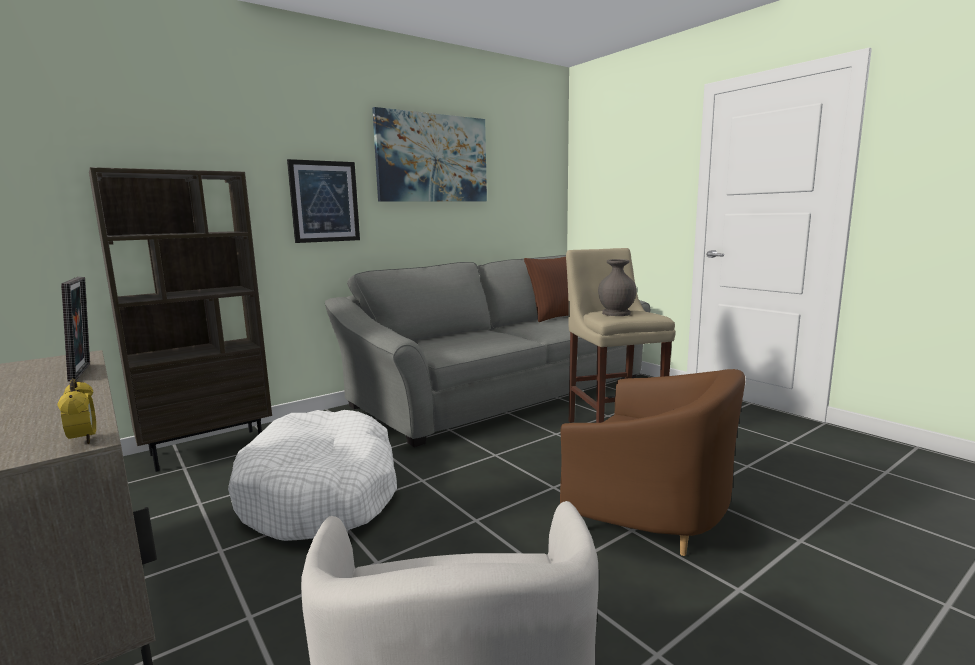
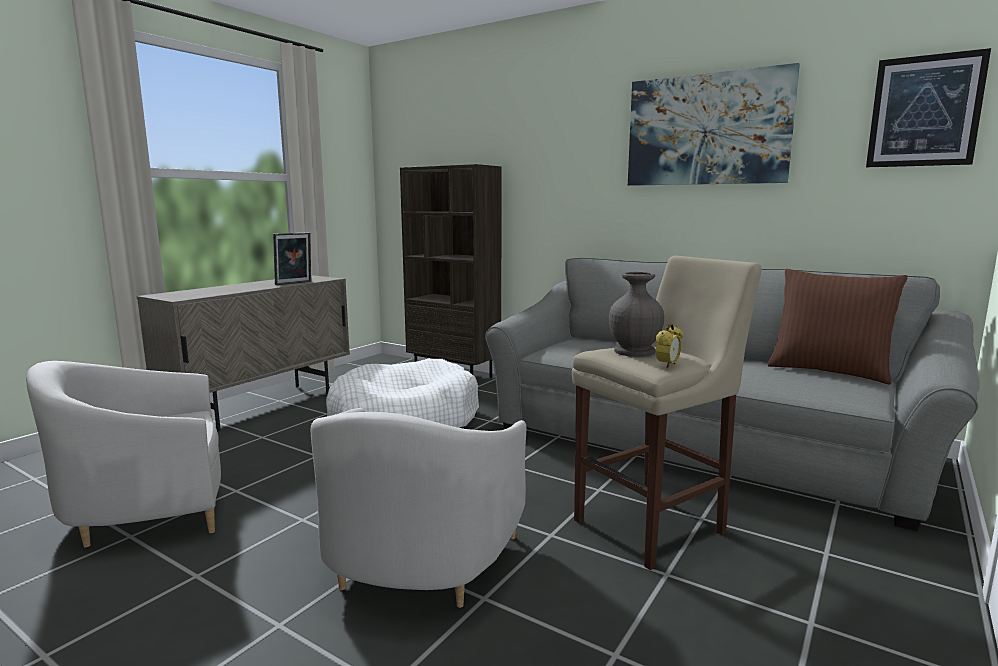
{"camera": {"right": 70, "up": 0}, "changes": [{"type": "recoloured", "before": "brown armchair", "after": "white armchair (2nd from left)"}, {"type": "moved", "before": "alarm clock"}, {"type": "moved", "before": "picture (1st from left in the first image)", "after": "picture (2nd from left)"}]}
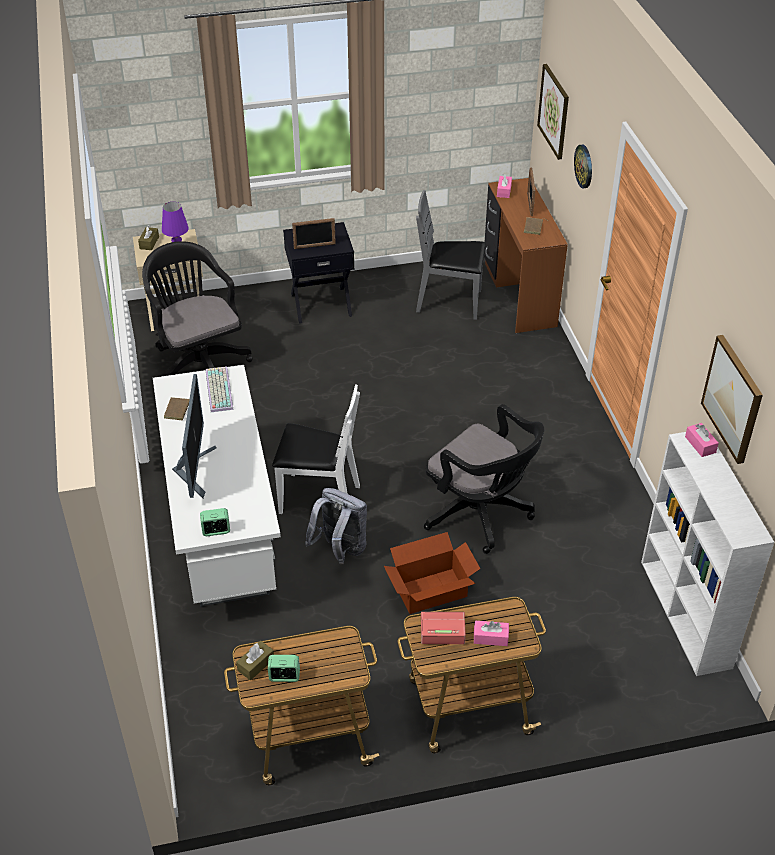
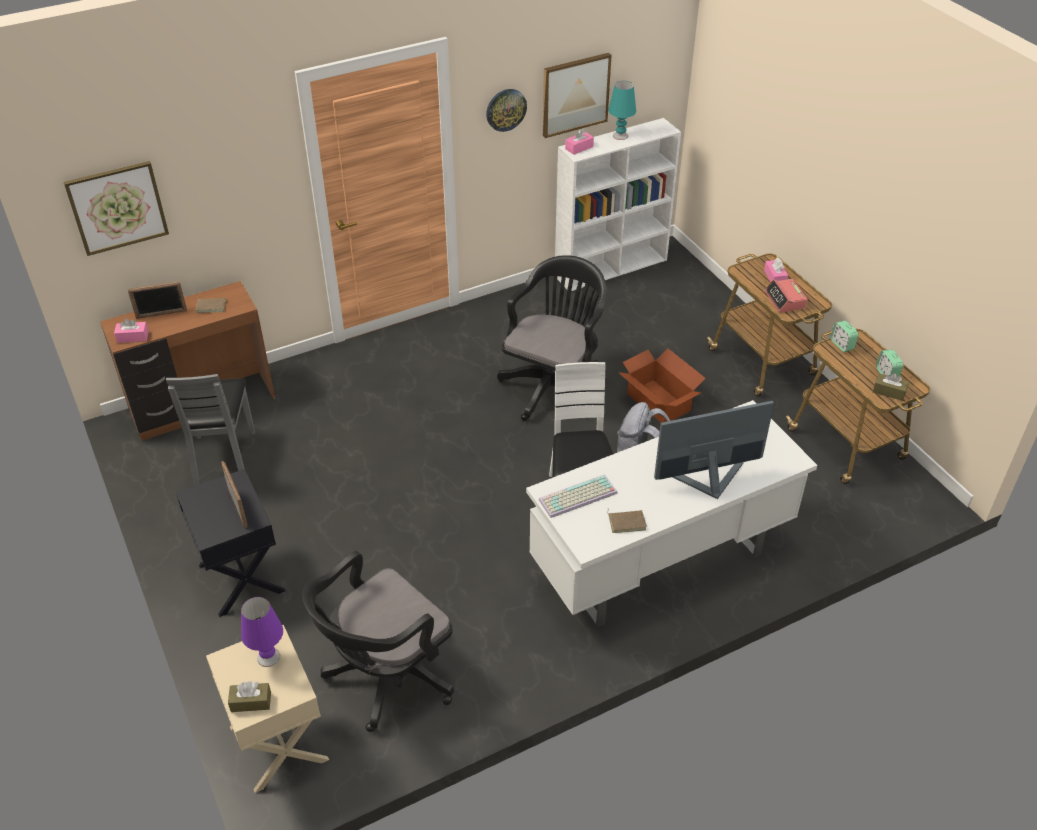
{"camera": {"right": -105, "up": 0}, "changes": [{"type": "moved", "before": "wall clock"}, {"type": "added", "after": "turquoise table lamp"}, {"type": "moved", "before": "alarm clock (1st from left in the first image)", "after": "alarm clock (2nd from left)"}]}
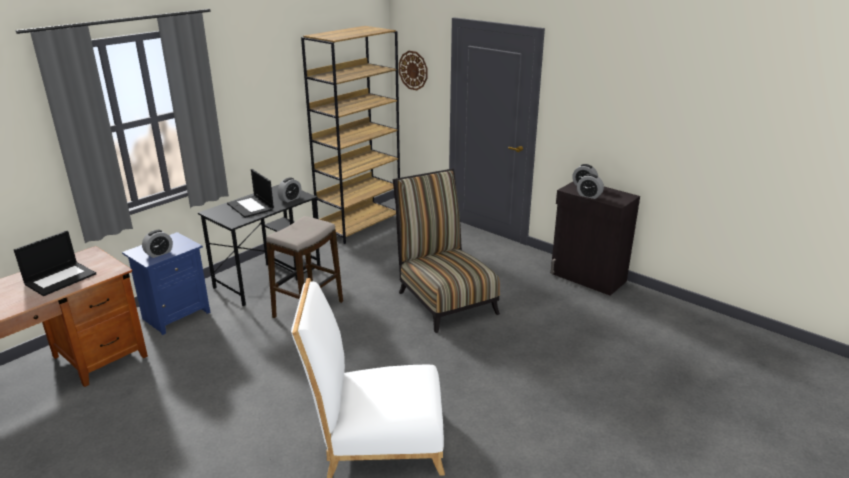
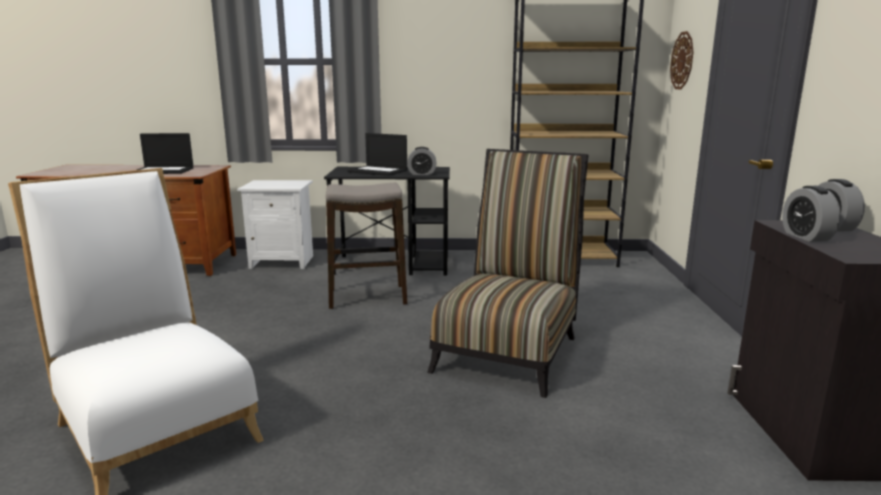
{"camera": {"right": 50, "up": -10}, "changes": [{"type": "recoloured", "before": "blue nightstand", "after": "white nightstand"}, {"type": "turned", "before": "laptop (2nd from left)", "turn": -75}, {"type": "removed", "before": "alarm clock (1st from left)"}]}
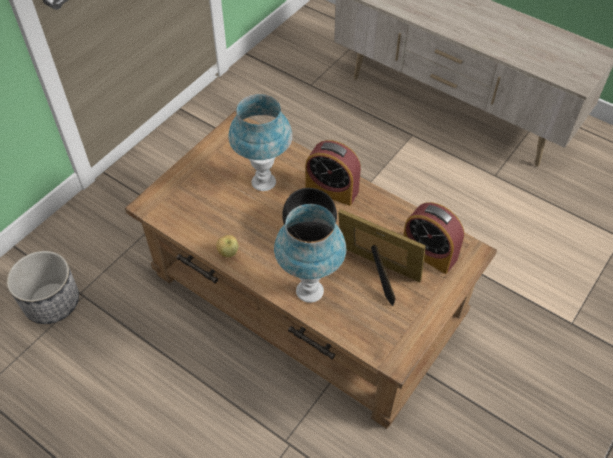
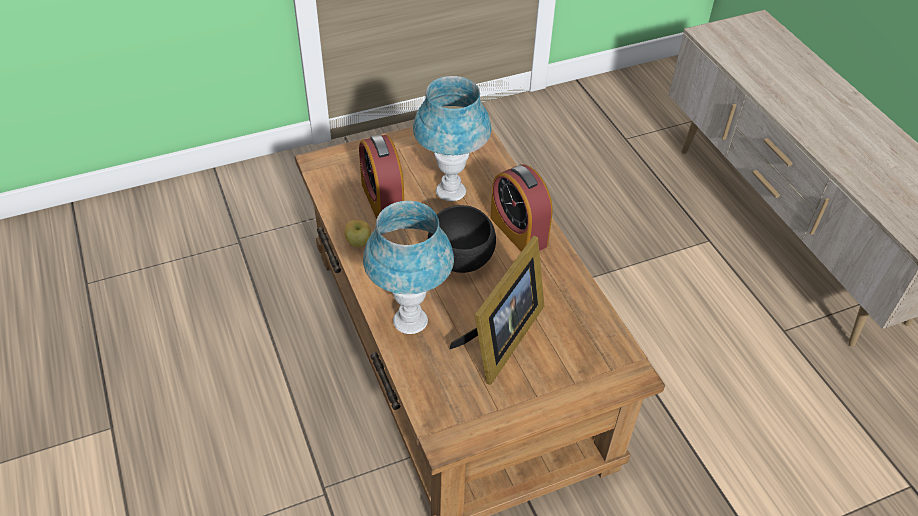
{"camera": {"right": 30, "up": -5}, "changes": [{"type": "moved", "before": "alarm clock (2nd from left in the first image)", "after": "alarm clock (1st from left)"}, {"type": "turned", "before": "picture frame", "turn": 60}, {"type": "removed", "before": "planter"}]}
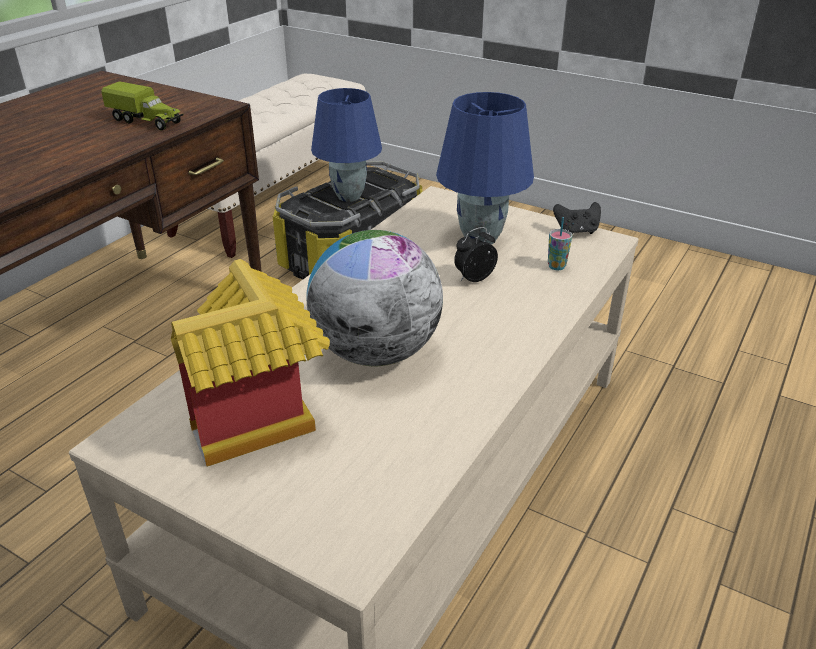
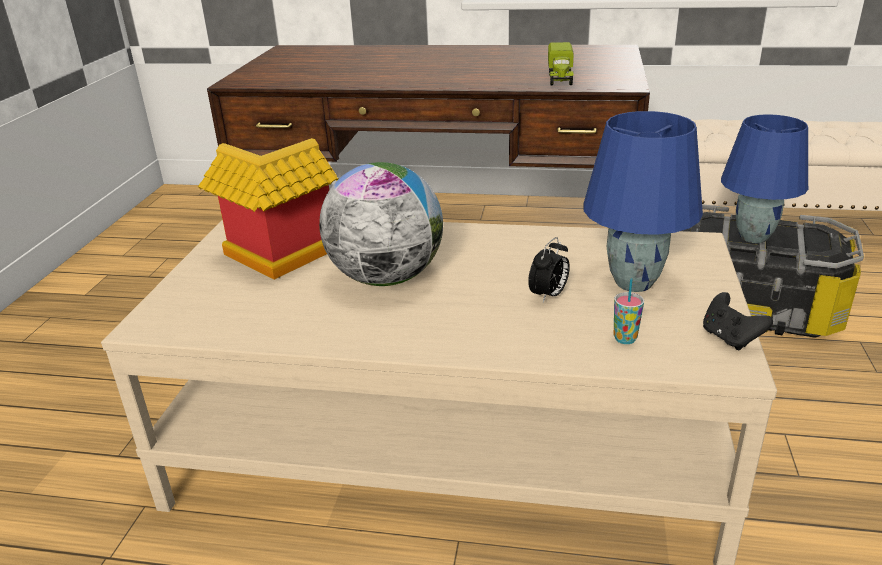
{"camera": {"right": 70, "up": -5}, "changes": [{"type": "turned", "before": "alarm clock", "turn": 90}]}
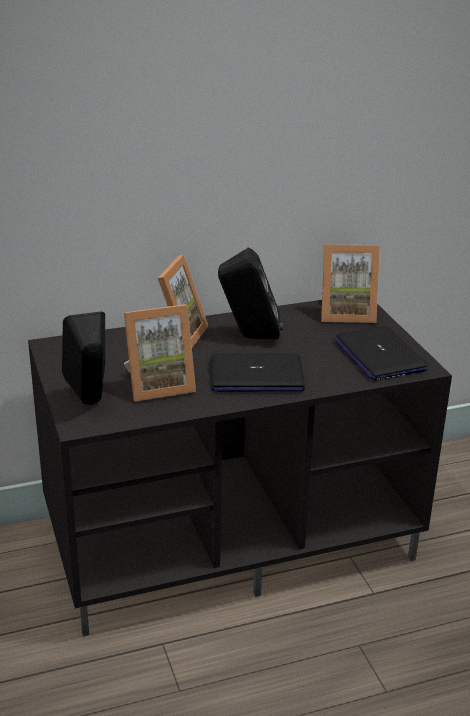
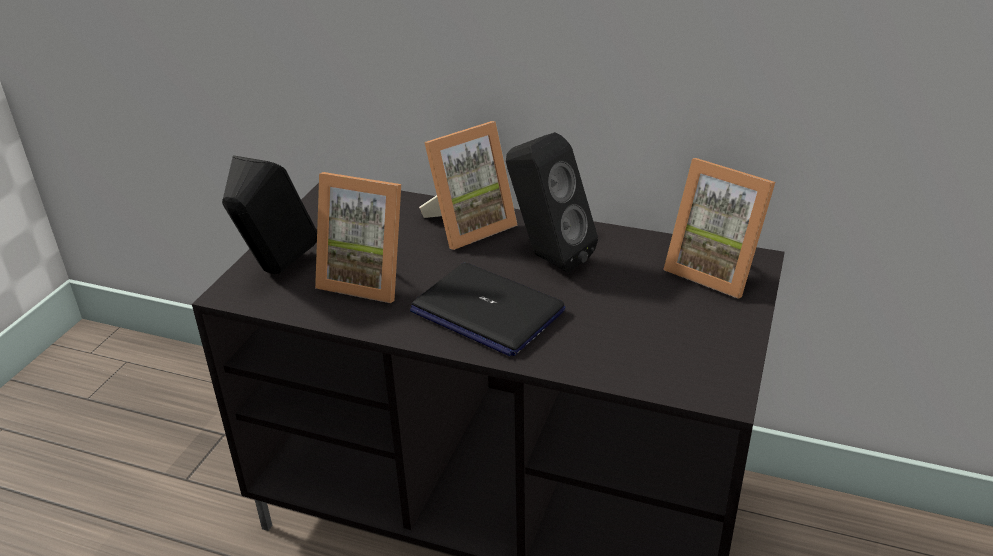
{"camera": {"right": 40, "up": 5}, "changes": [{"type": "removed", "before": "laptop (2nd from left)"}]}
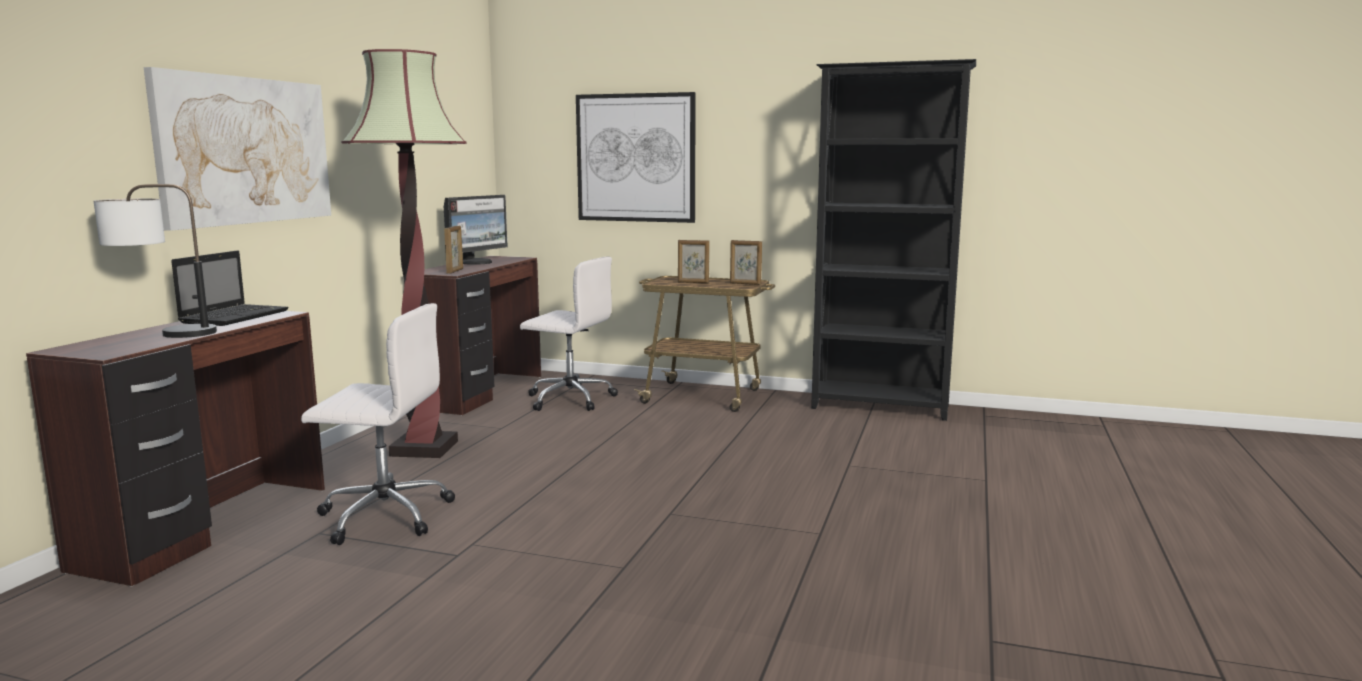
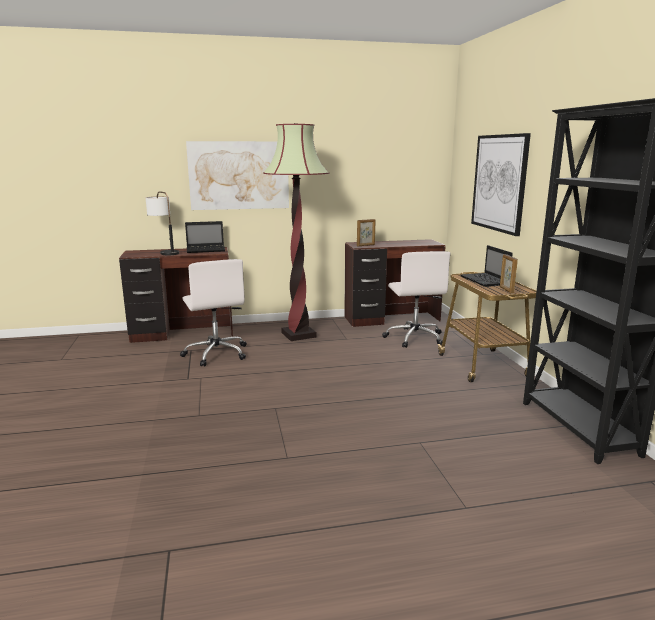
{"camera": {"right": 60, "up": 5}, "changes": [{"type": "replaced", "before": "picture frame (2nd from left)", "after": "laptop (2nd from left)"}, {"type": "removed", "before": "monitor"}]}
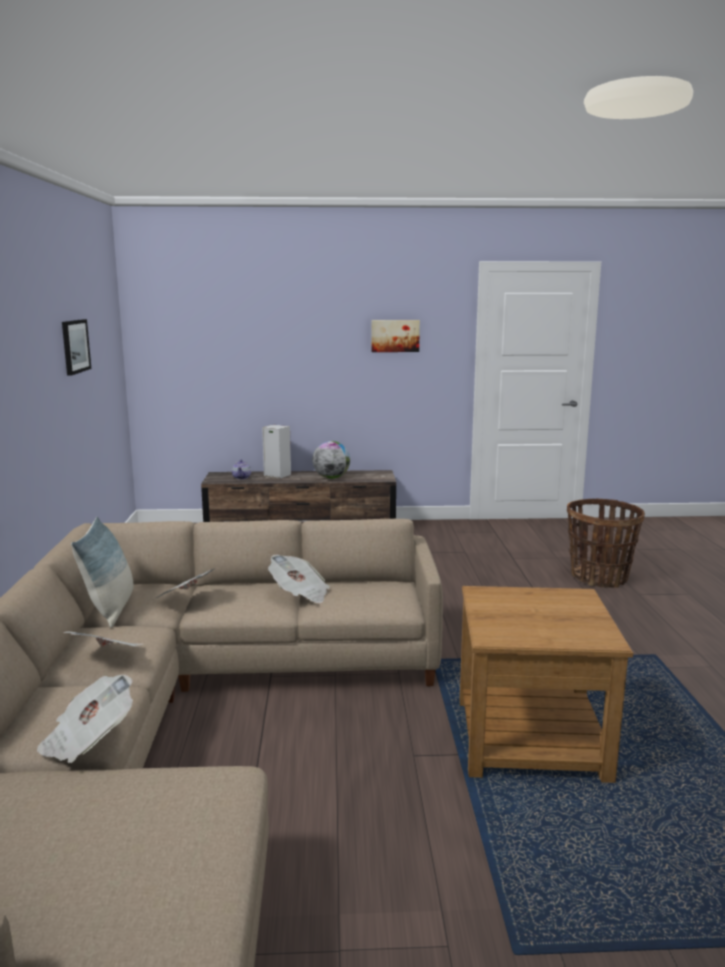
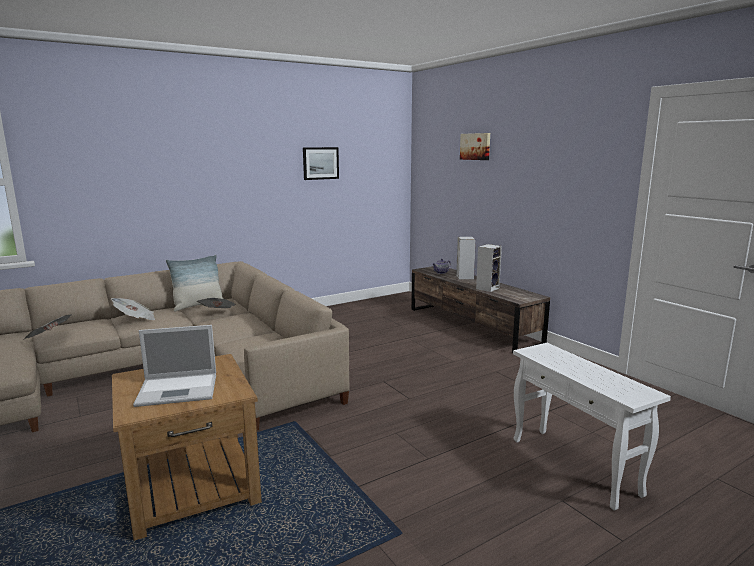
{"camera": {"right": 60, "up": 0}, "changes": [{"type": "added", "after": "laptop"}, {"type": "moved", "before": "picture (2nd from left)"}, {"type": "replaced", "before": "globe", "after": "speaker (2nd from left)"}, {"type": "replaced", "before": "basket", "after": "white side table"}, {"type": "removed", "before": "newspaper (4th from left)"}]}
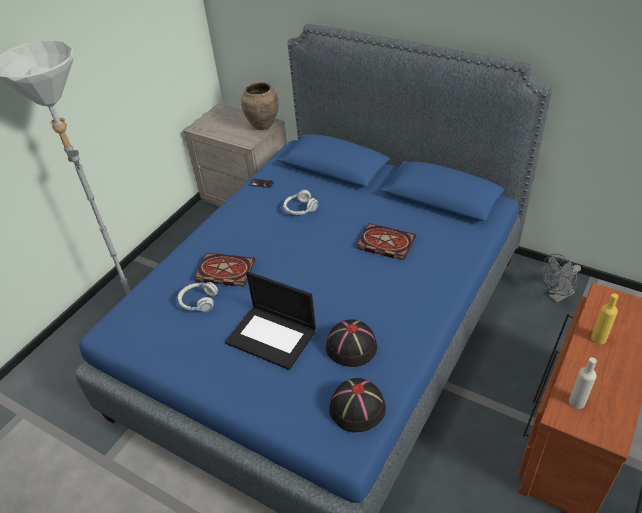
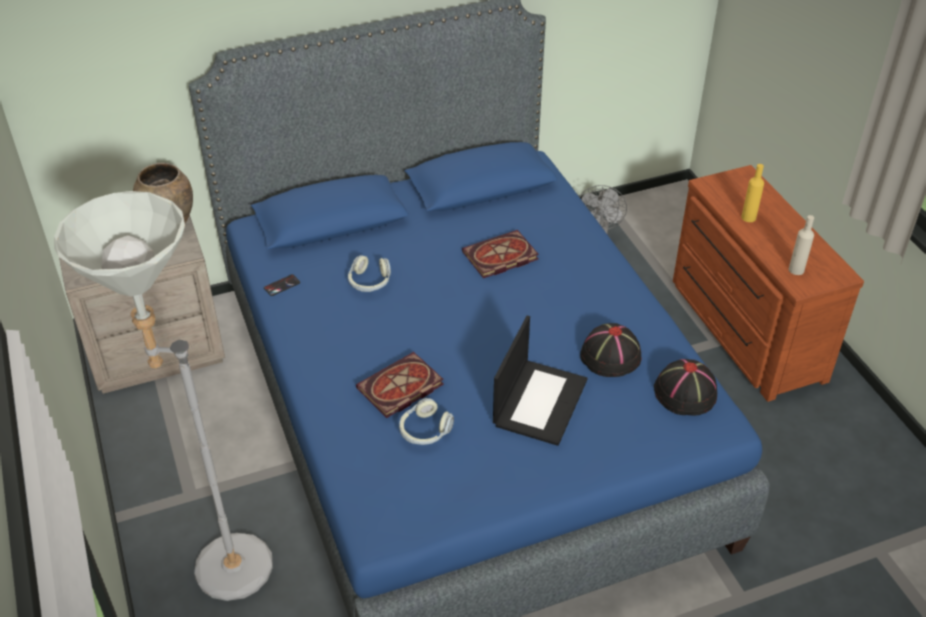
{"camera": {"right": -55, "up": 0}, "changes": [{"type": "turned", "before": "laptop", "turn": -45}]}
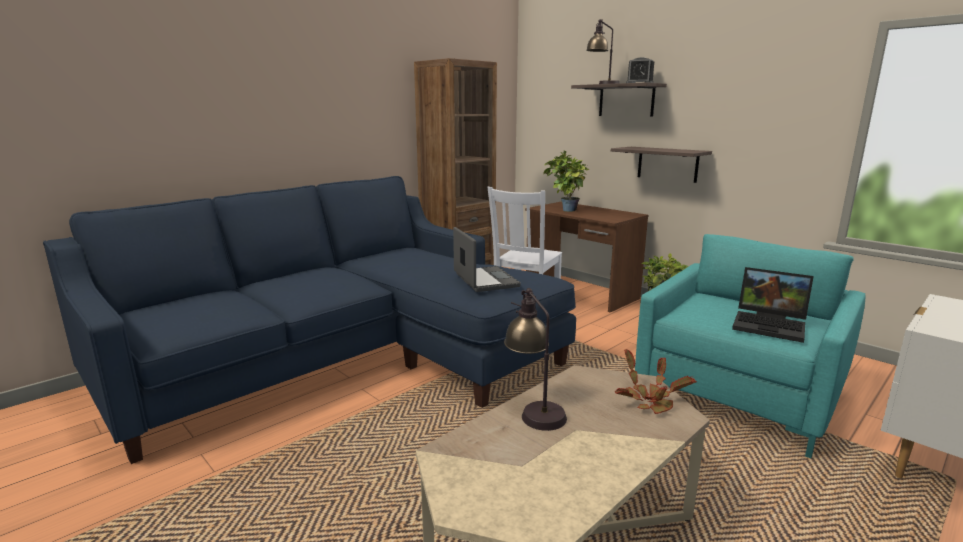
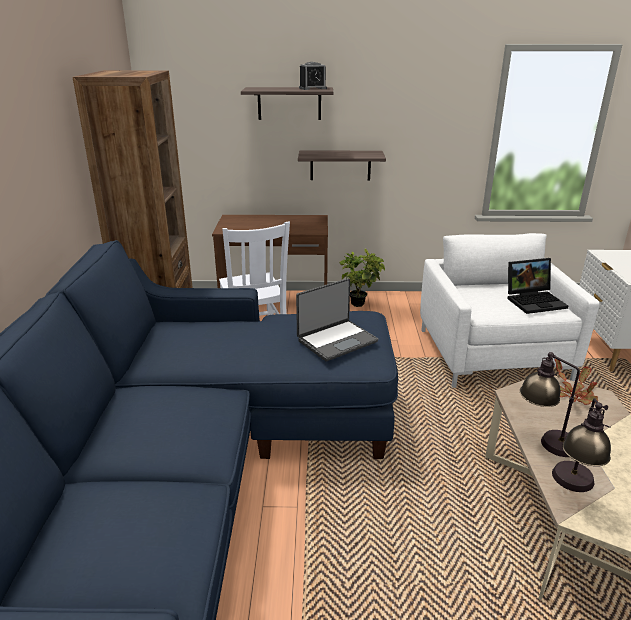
{"camera": {"right": -45, "up": 10}, "changes": [{"type": "turned", "before": "laptop (1st from left)", "turn": 120}, {"type": "recoloured", "before": "turquoise armchair", "after": "white armchair"}, {"type": "moved", "before": "table lamp (2nd from left)"}, {"type": "removed", "before": "potted plant (1st from left)"}]}
